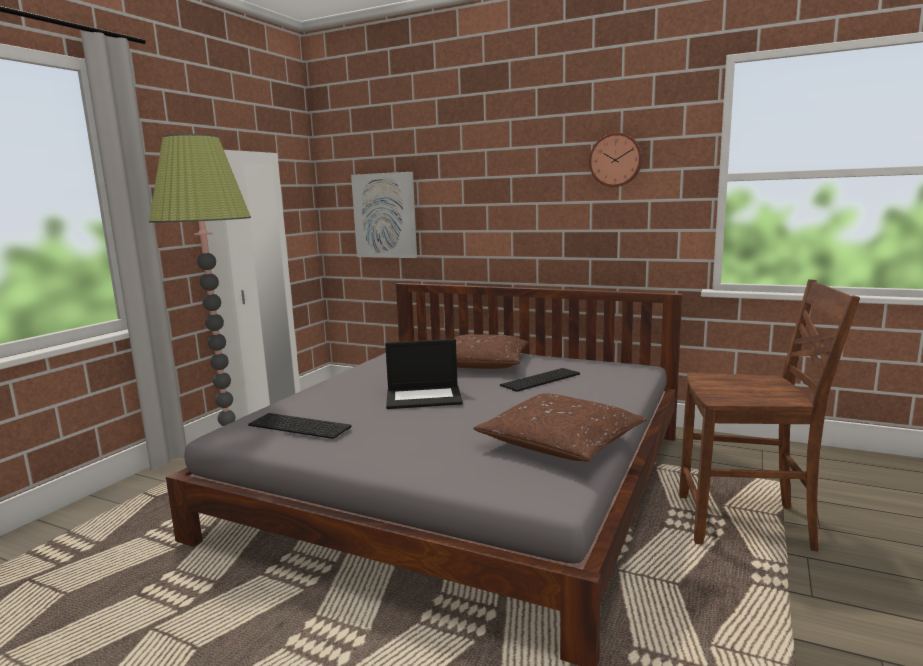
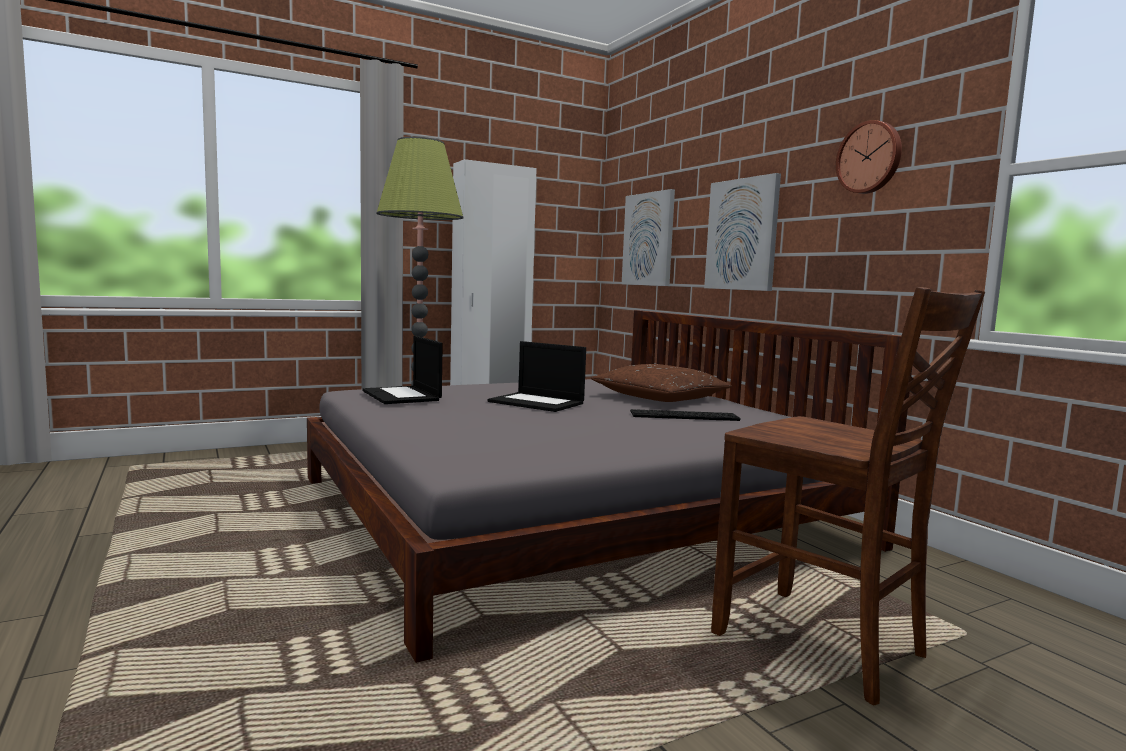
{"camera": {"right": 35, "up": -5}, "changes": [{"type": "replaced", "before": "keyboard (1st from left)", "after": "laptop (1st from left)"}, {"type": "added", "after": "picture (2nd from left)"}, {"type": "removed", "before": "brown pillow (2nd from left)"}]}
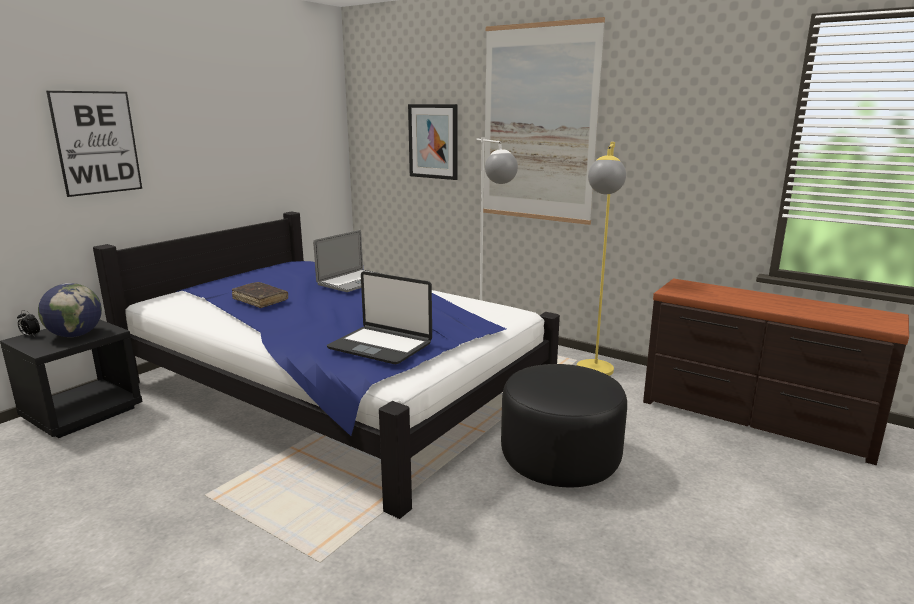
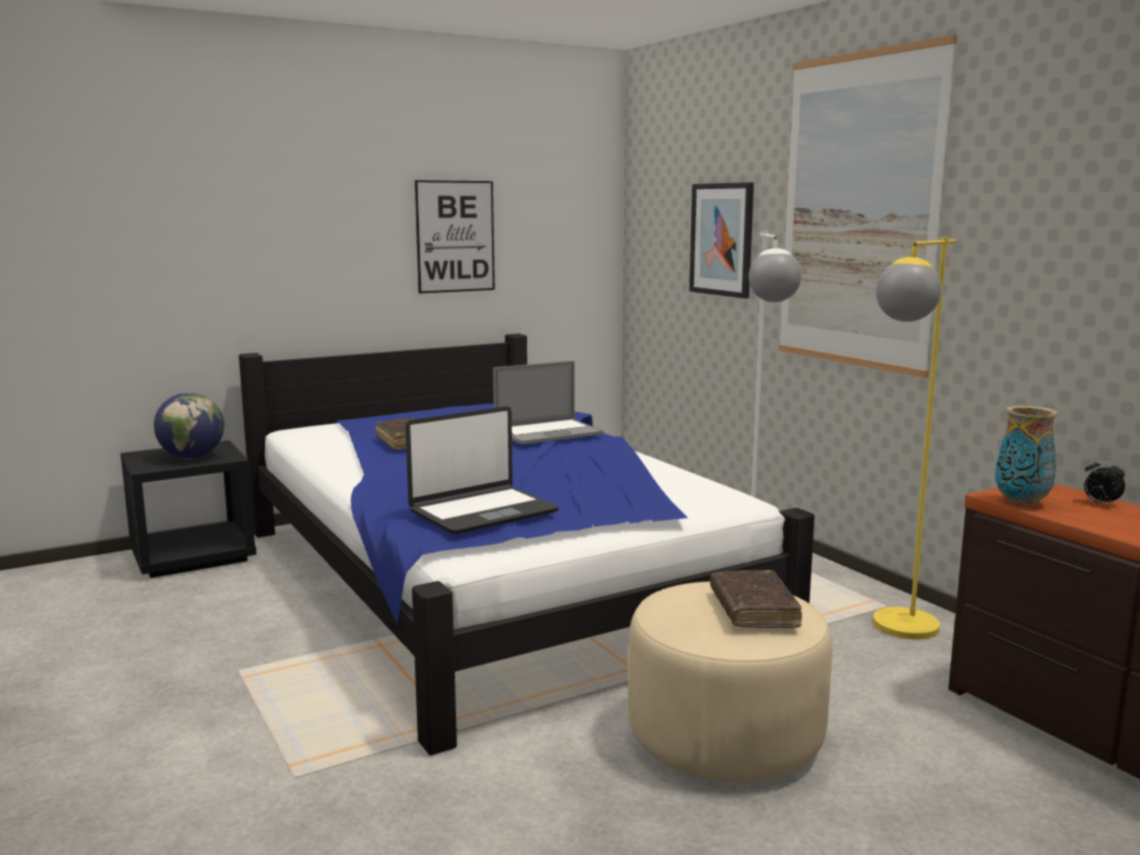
{"camera": {"right": 25, "up": -5}, "changes": [{"type": "turned", "before": "laptop (2nd from left in the first image)", "turn": -90}, {"type": "moved", "before": "picture (1st from left)"}, {"type": "recoloured", "before": "black ottoman", "after": "beige ottoman"}, {"type": "added", "after": "brown book (2nd from left)"}, {"type": "added", "after": "vase"}, {"type": "moved", "before": "alarm clock"}]}
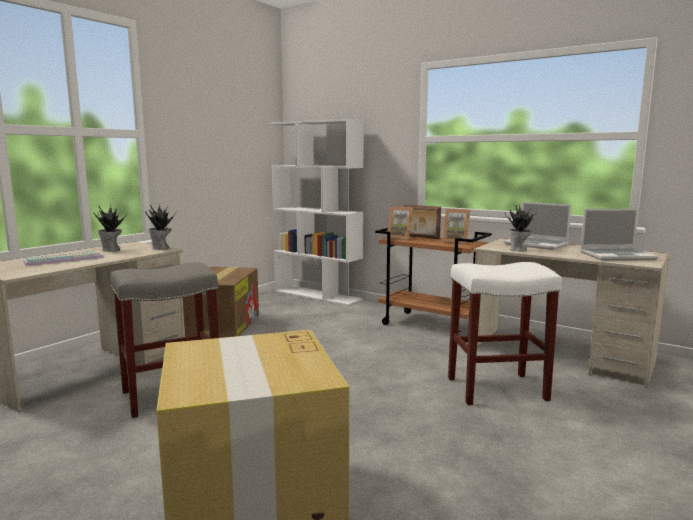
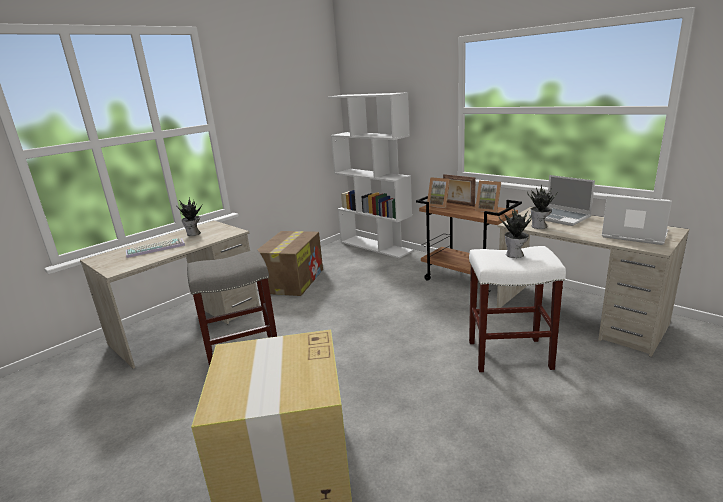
{"camera": {"right": 10, "up": 10}, "changes": [{"type": "moved", "before": "potted plant (2nd from left)"}, {"type": "turned", "before": "laptop (2nd from left)", "turn": -150}]}
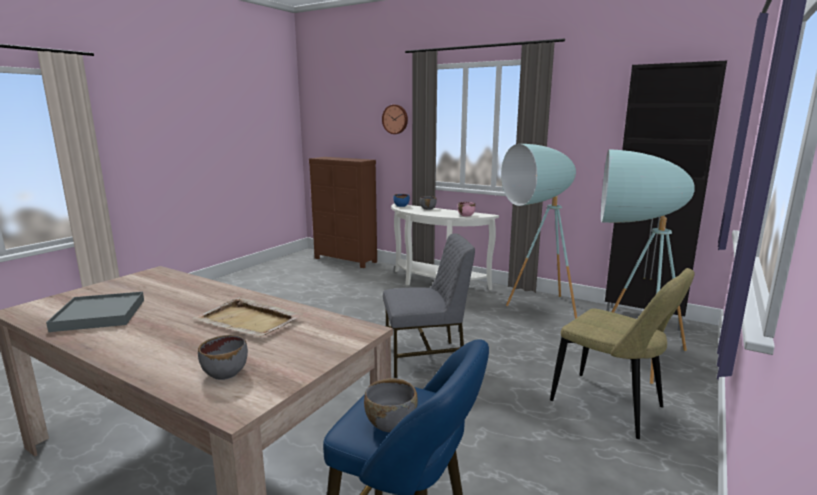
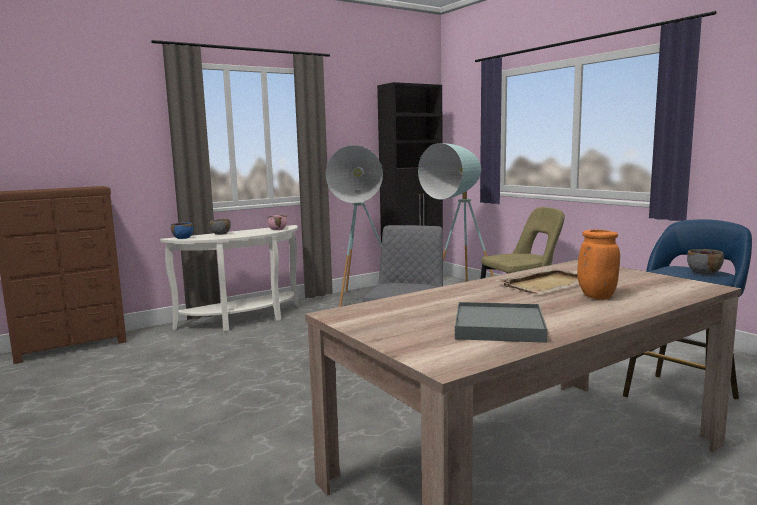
{"camera": {"right": -65, "up": -5}, "changes": [{"type": "added", "after": "orange vase"}, {"type": "removed", "before": "grey bowl (1st from left)"}, {"type": "removed", "before": "wall clock"}]}
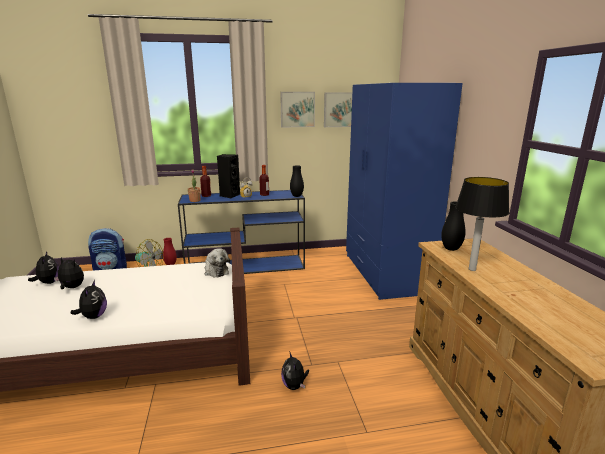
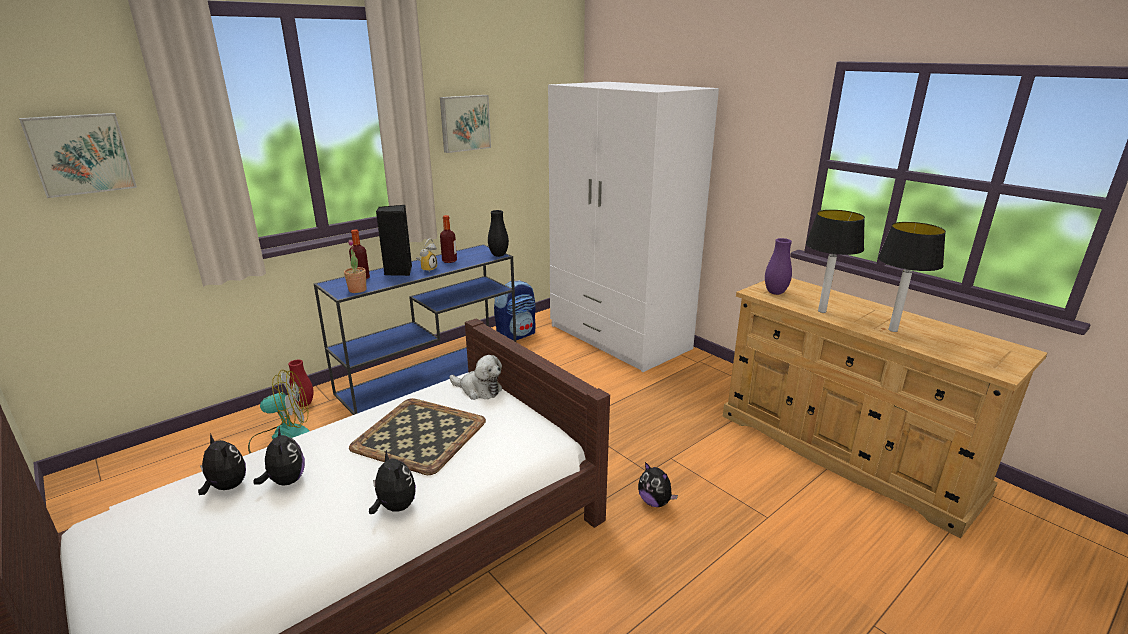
{"camera": {"right": -30, "up": 5}, "changes": [{"type": "moved", "before": "picture (2nd from left in the first image)", "after": "picture (1st from left)"}, {"type": "turned", "before": "plush toy (2nd from left)", "turn": 75}, {"type": "added", "after": "tray"}, {"type": "moved", "before": "backpack"}, {"type": "recoloured", "before": "blue wardrobe", "after": "white wardrobe"}, {"type": "recoloured", "before": "black vase (2nd from left)", "after": "purple vase"}, {"type": "added", "after": "table lamp (2nd from left)"}]}
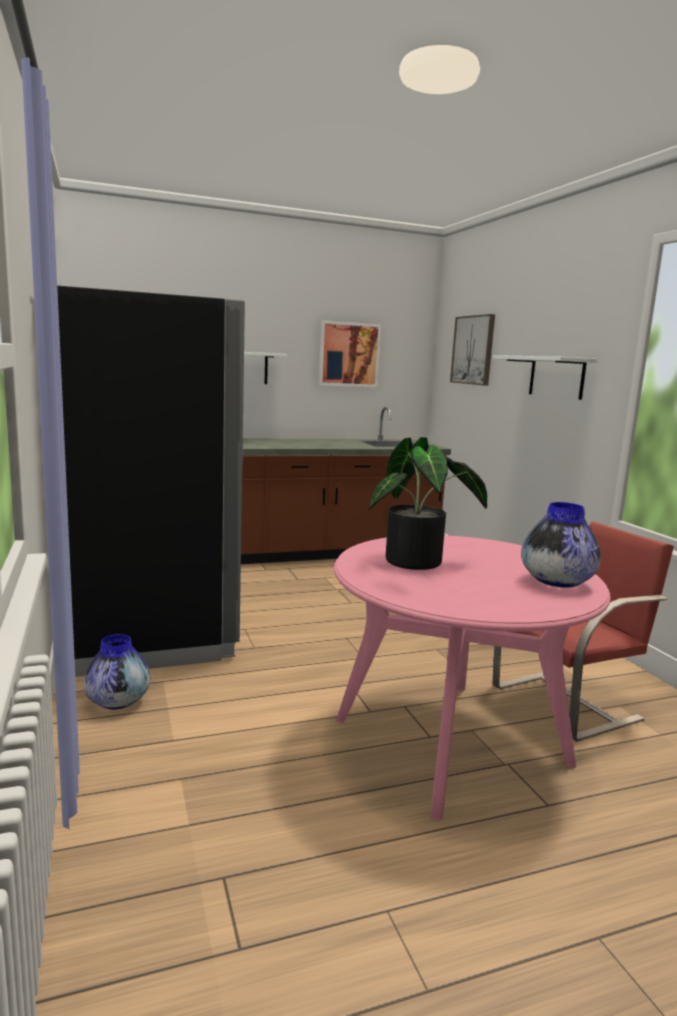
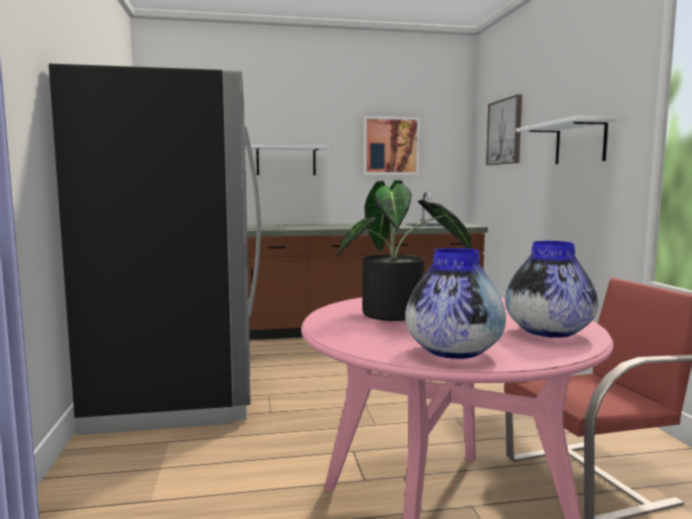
{"camera": {"right": 10, "up": -5}, "changes": [{"type": "moved", "before": "vase (1st from left)"}]}
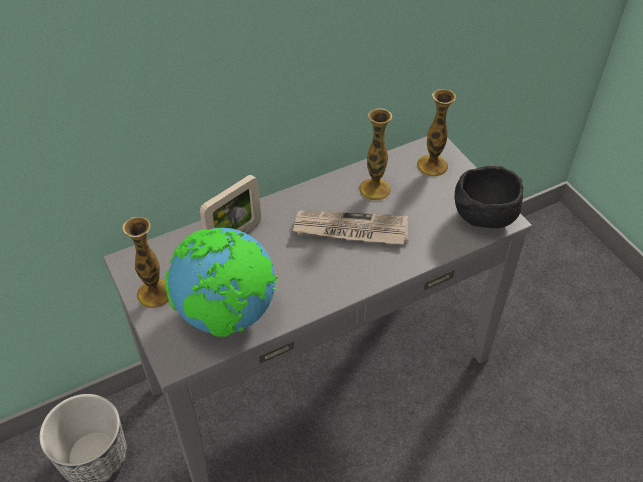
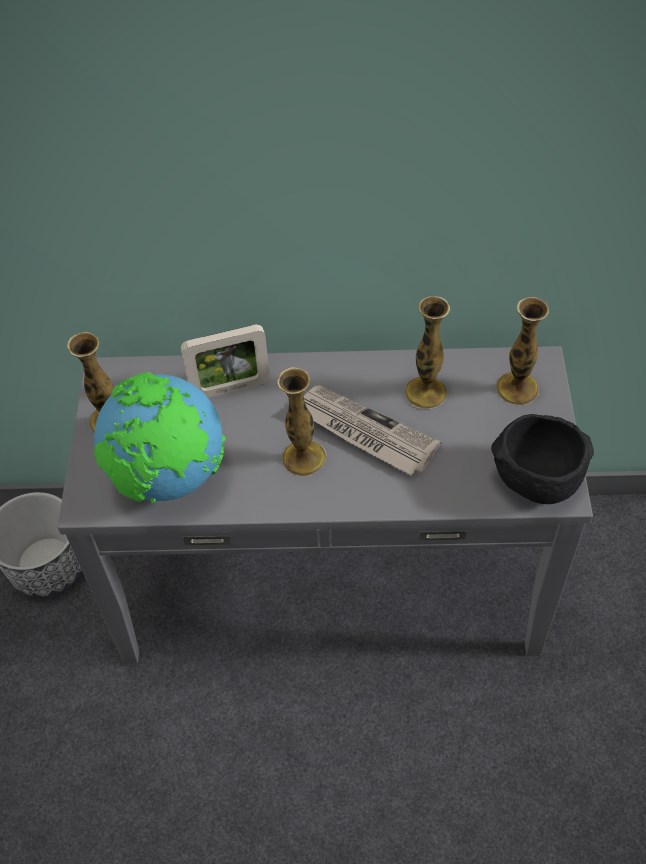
{"camera": {"right": 30, "up": 5}, "changes": [{"type": "added", "after": "vase (2nd from left)"}]}
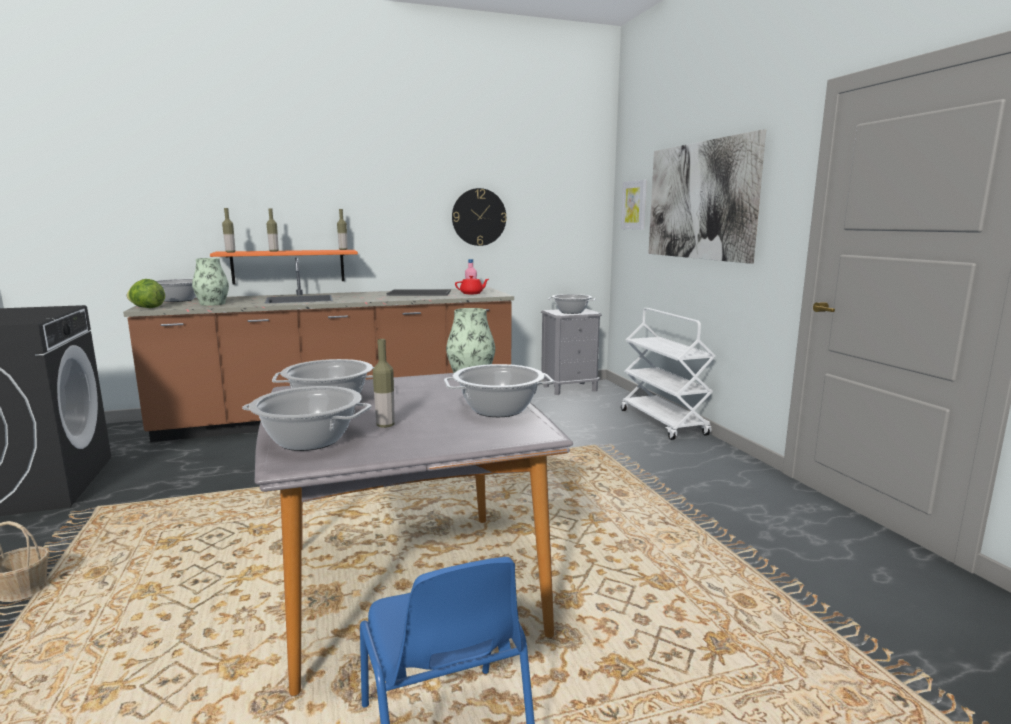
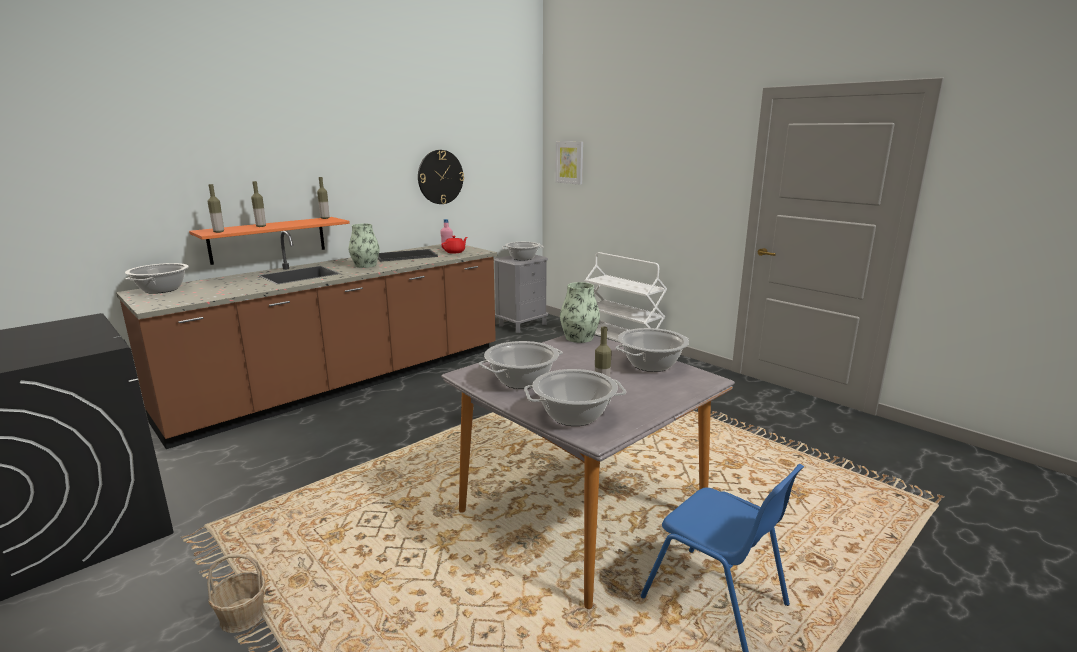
{"camera": {"right": -25, "up": 5}, "changes": [{"type": "moved", "before": "vase (1st from left)"}, {"type": "removed", "before": "lettuce"}, {"type": "removed", "before": "picture (2nd from left)"}]}
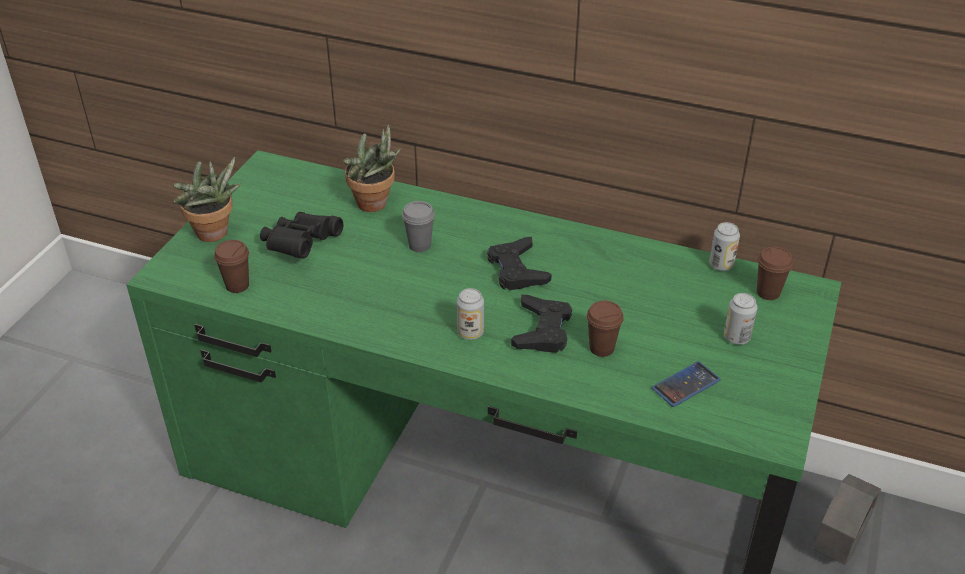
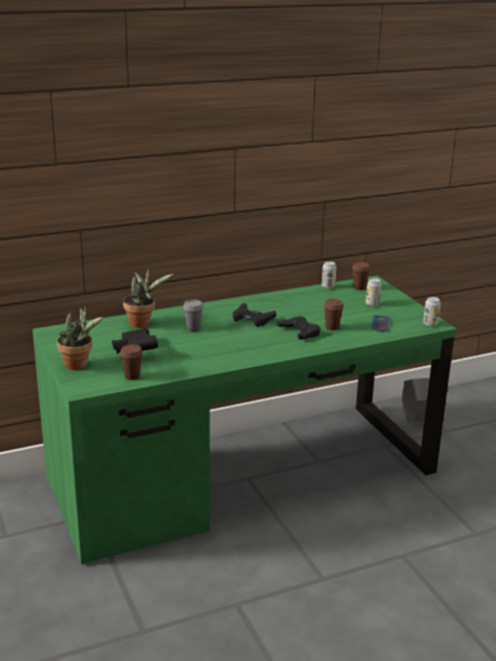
{"camera": {"right": -45, "up": -15}, "changes": [{"type": "moved", "before": "can (1st from left in the first image)", "after": "can (3rd from left)"}]}
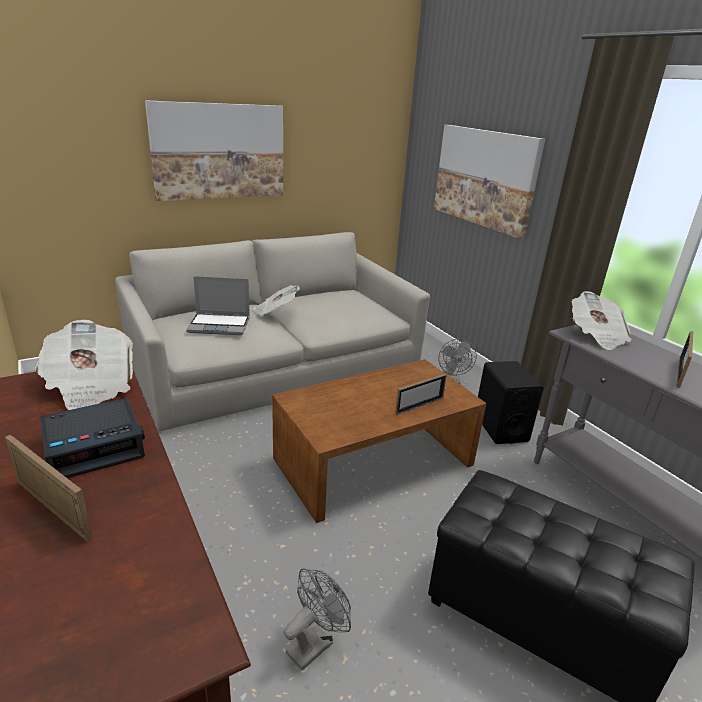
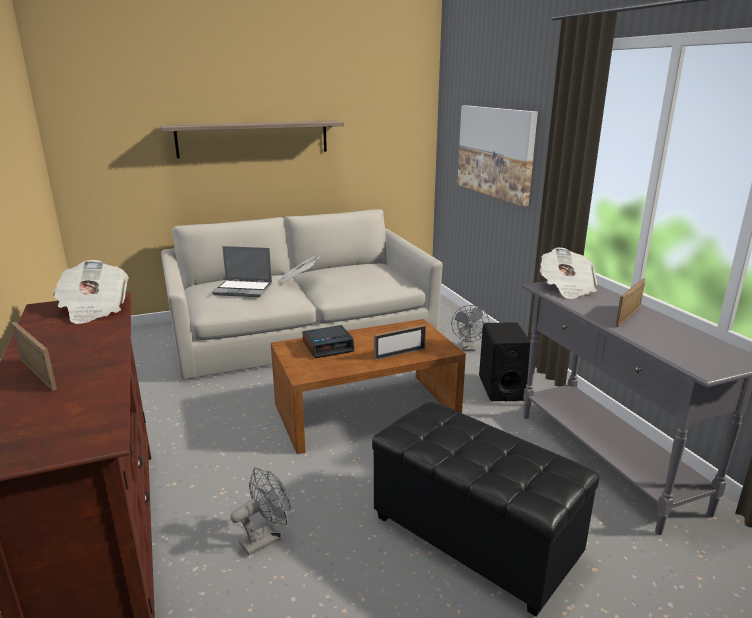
{"camera": {"right": 10, "up": -5}, "changes": [{"type": "replaced", "before": "picture (1st from left)", "after": "shelf"}, {"type": "moved", "before": "alarm clock"}]}
